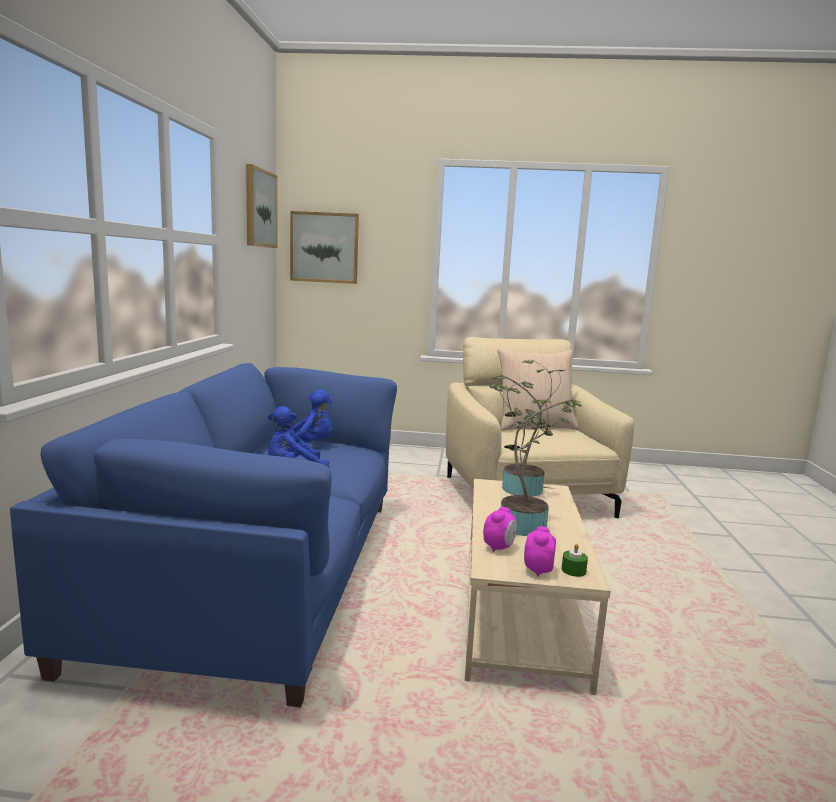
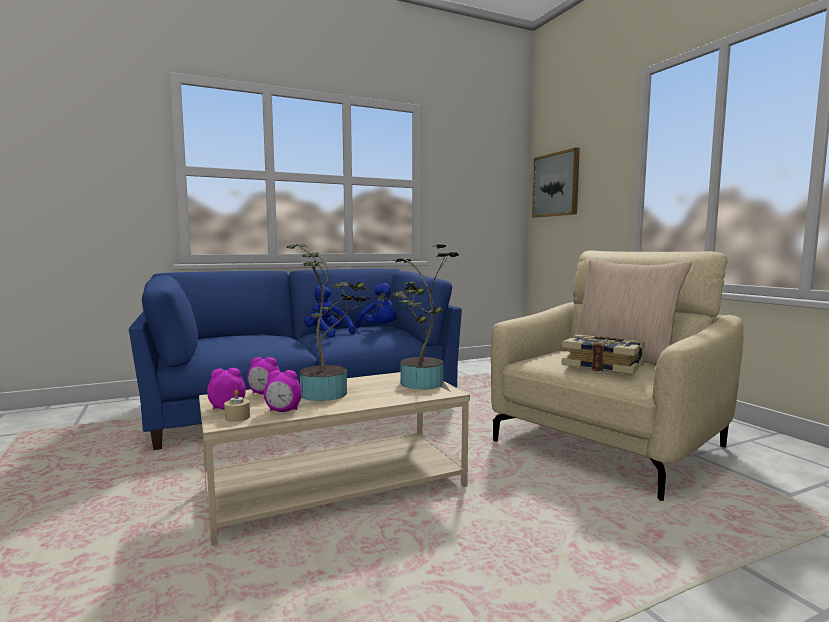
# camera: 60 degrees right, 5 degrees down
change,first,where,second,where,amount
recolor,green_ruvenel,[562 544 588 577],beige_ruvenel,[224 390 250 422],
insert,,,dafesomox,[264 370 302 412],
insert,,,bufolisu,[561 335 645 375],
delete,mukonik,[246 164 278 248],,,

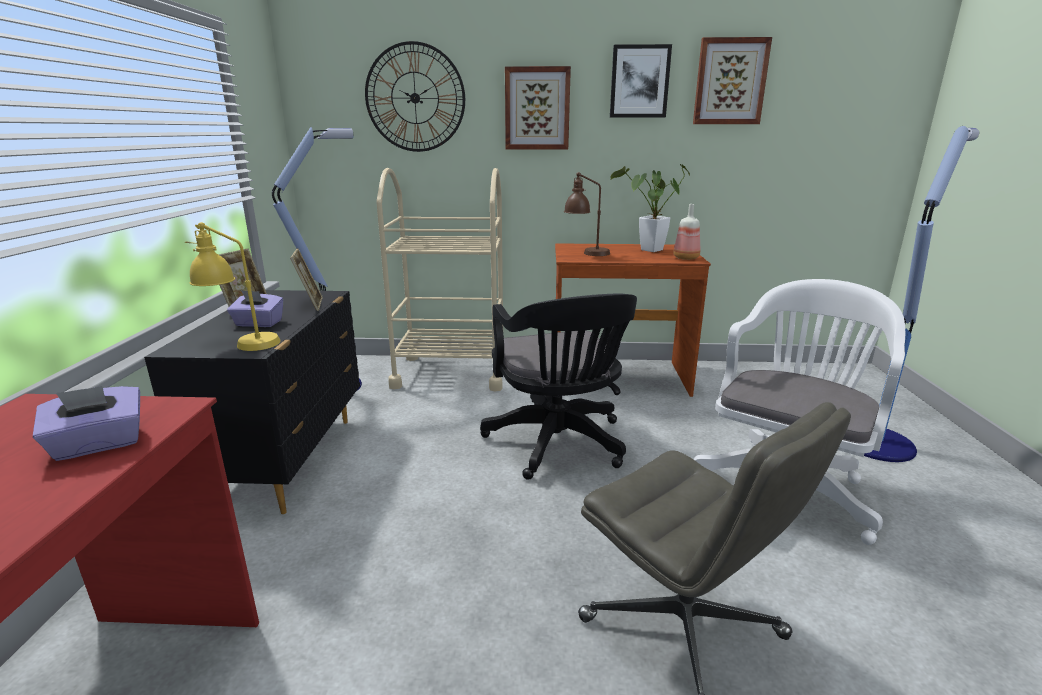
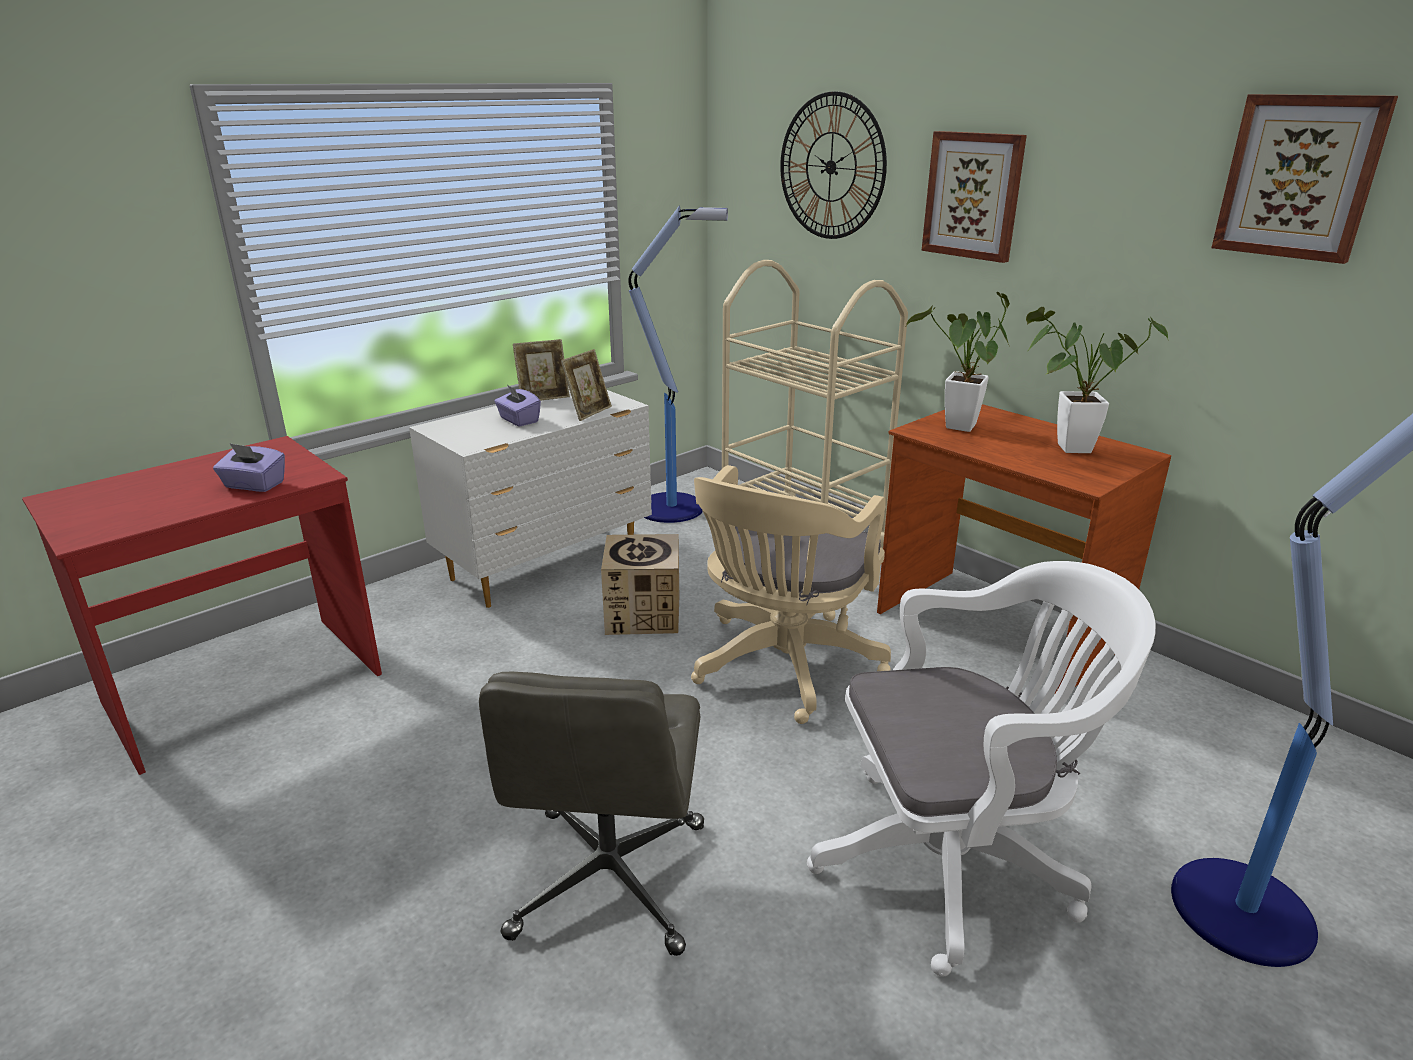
# camera: 45 degrees right, 5 degrees up
change,first,where,second,where,amount
recolor,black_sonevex,[144 290 360 514],white_sonevex,[409 390 652 608],
insert,,,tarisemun,[601 534 679 635],
recolor,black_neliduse,[480 294 637 480],beige_neliduse,[691 465 891 724],
replace,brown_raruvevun,[564 172 610 256],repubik,[906 292 1010 432],
delete,yellow_raruvevun,[185 222 281 351],,,
delete,mukonik,[610 44 672 118],,,
delete,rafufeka,[673 204 700 260],,,

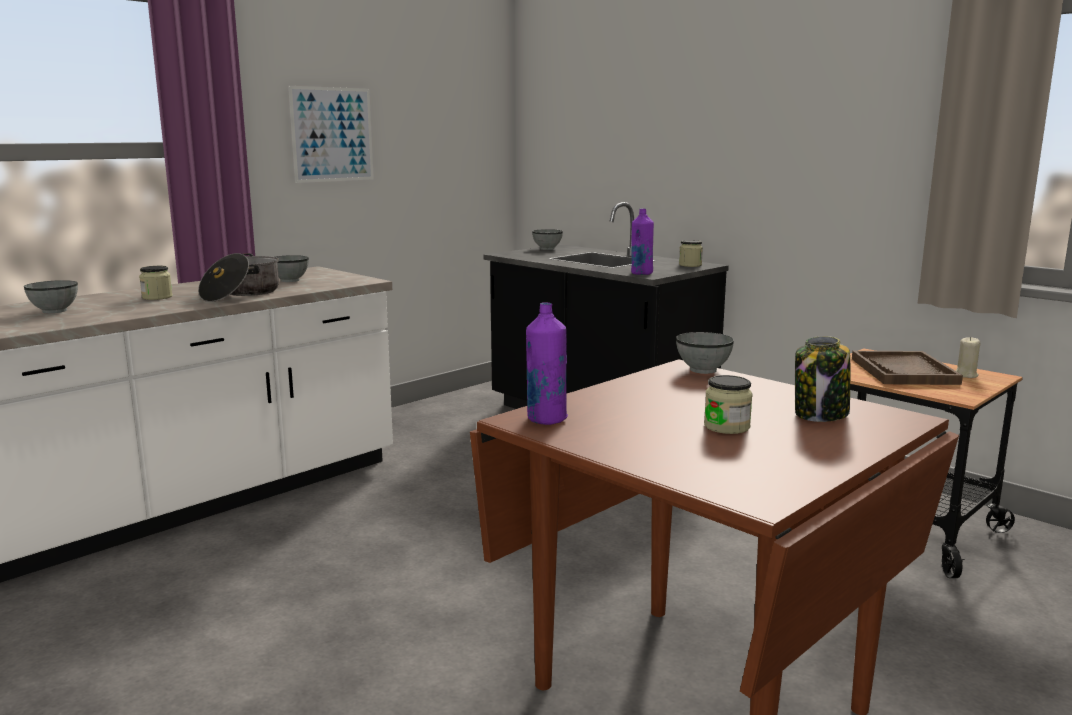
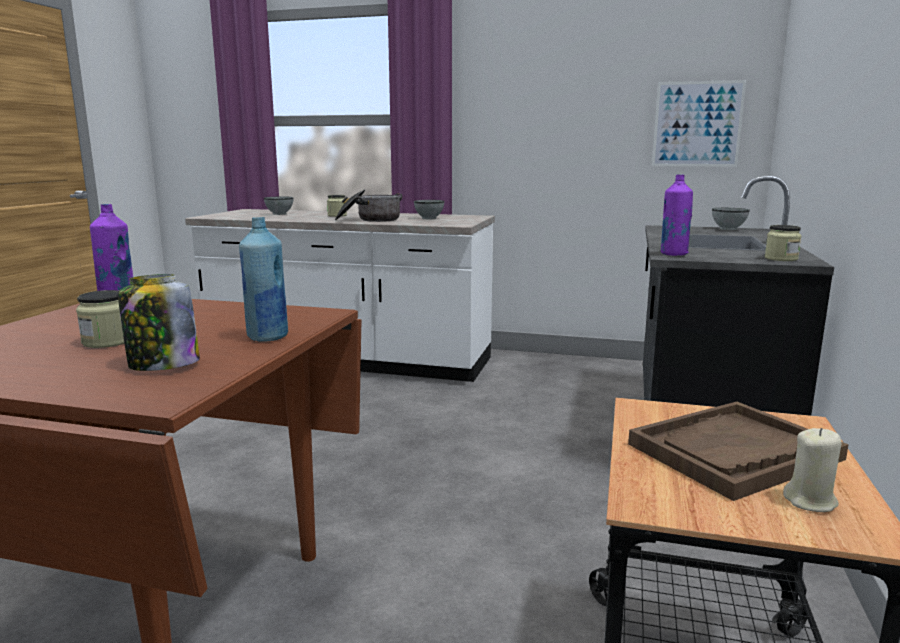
# camera: 60 degrees right, 0 degrees up
change,first,where,second,where,amount
insert,,,blue_rafufeka,[239 217 288 342],
move,mukonik,[288 86 374 183],,[652 80 746 167],
delete,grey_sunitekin,[676 332 734 374],,,

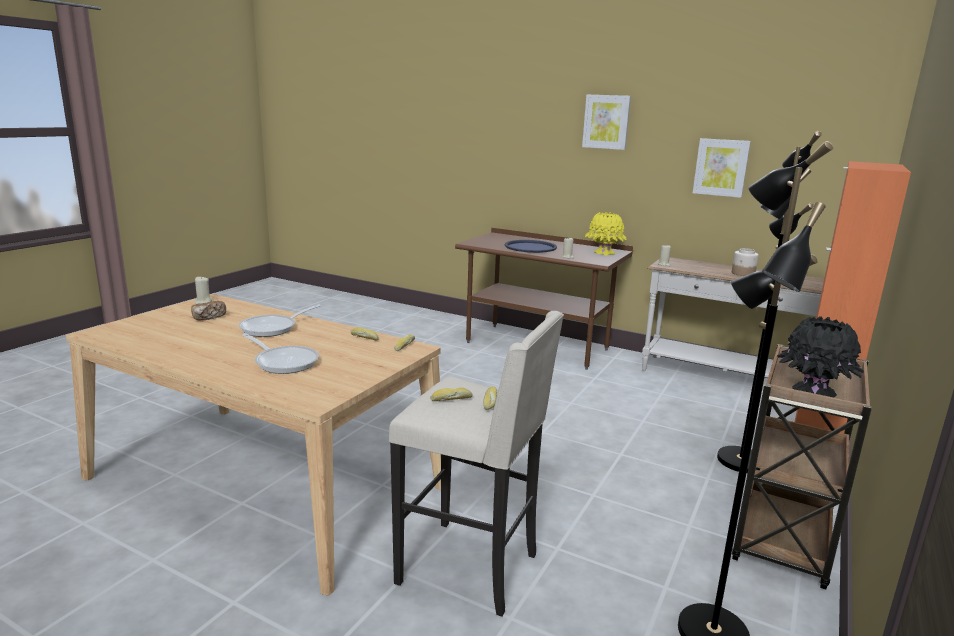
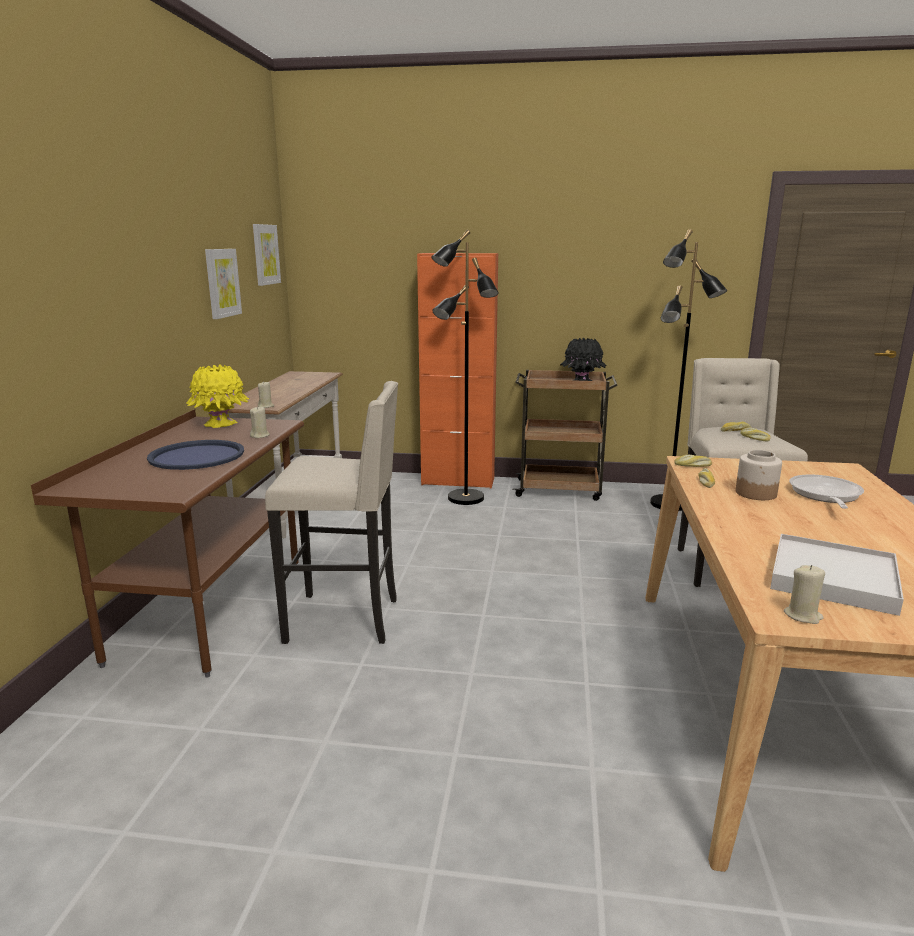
# camera: 110 degrees left, 0 degrees up
change,first,where,second,where,amount
move,mukonik,[582 95 631 150],,[253 224 281 286],
insert,,,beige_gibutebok,[265 381 398 644],
move,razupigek,[732 248 759 276],,[736 450 782 500],
replace,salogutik,[191 301 226 321],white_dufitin,[770 534 904 616],
delete,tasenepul,[239 304 321 337],,,

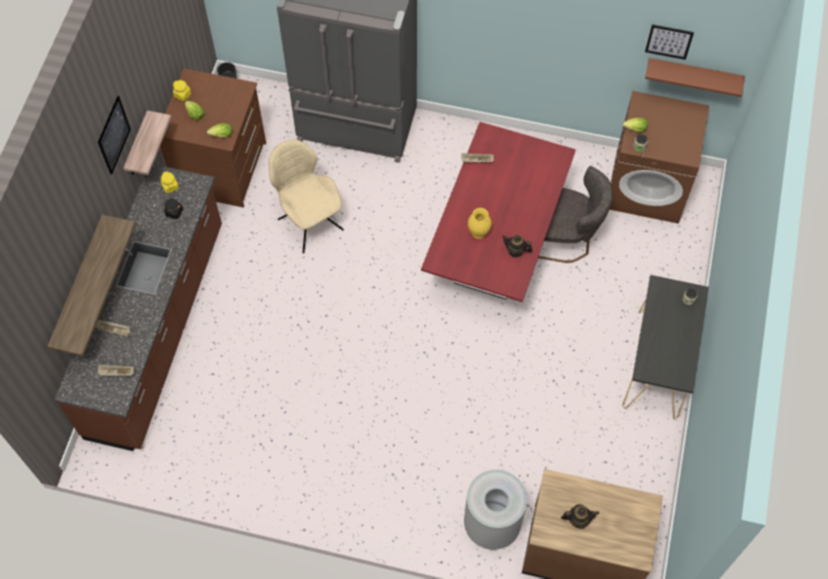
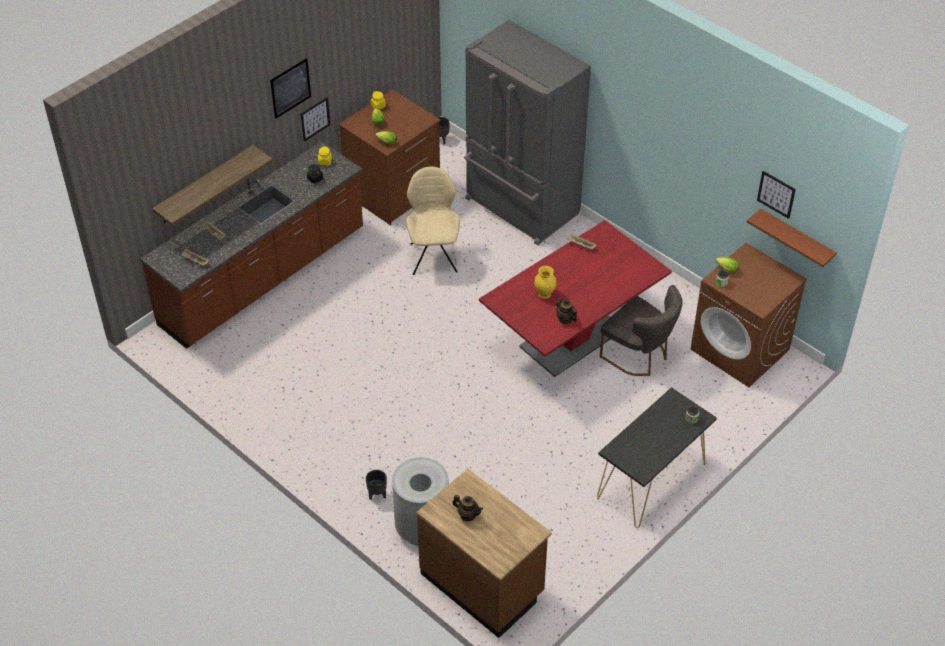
# camera: 30 degrees right, 15 degrees down
change,first,where,second,where,amount
replace,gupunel,[123 110 172 175],mukonik,[301 97 330 142],
insert,,,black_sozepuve,[366 470 387 500],

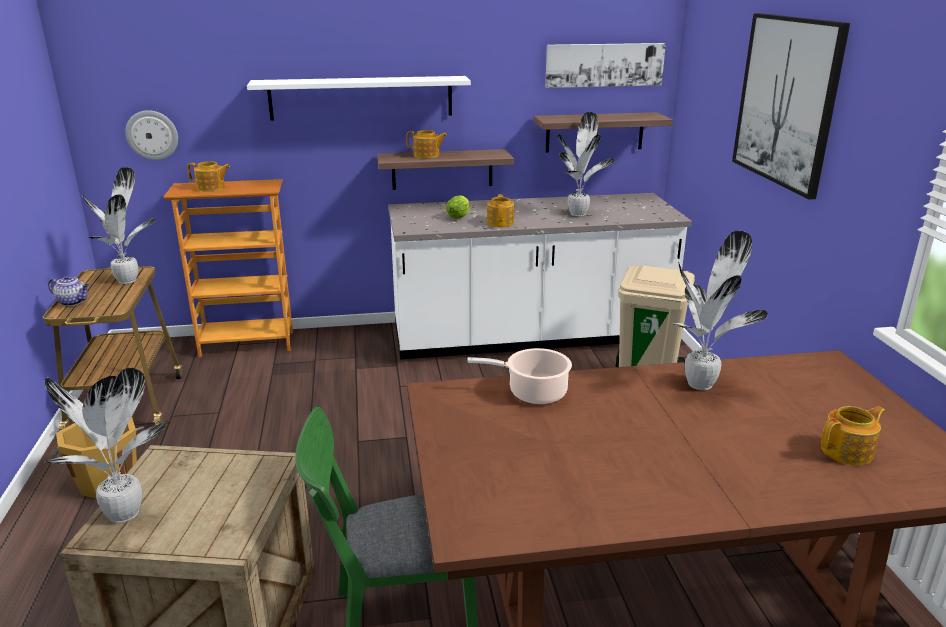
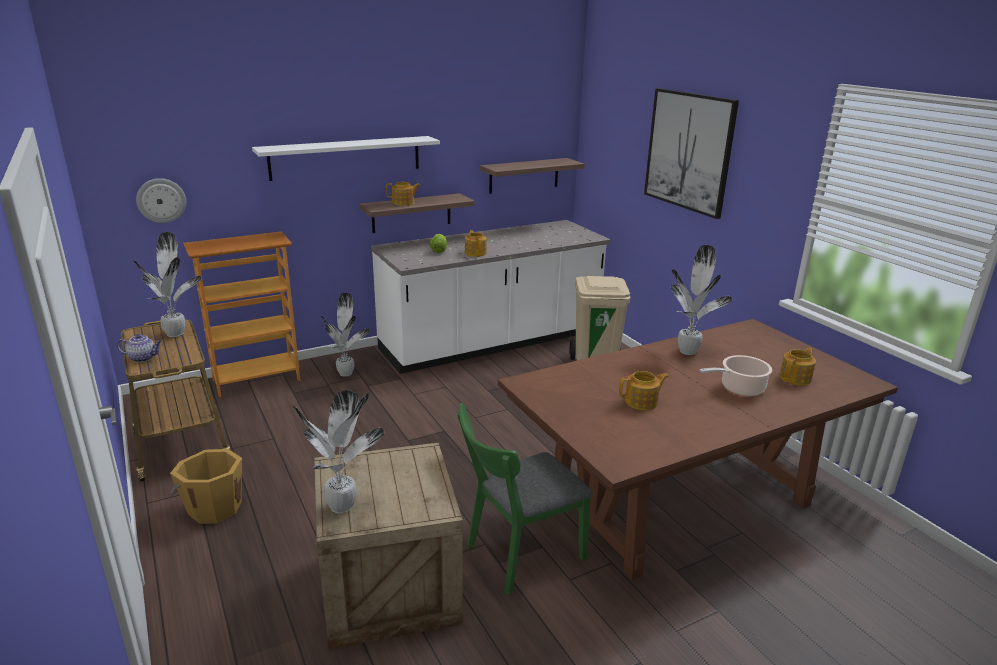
# camera: 20 degrees left, 0 degrees up
change,first,where,second,where,amount
move,repubik,[558 112 614 216],,[320 293 370 377],
move,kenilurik,[187 162 230 192],,[619 371 669 410],
move,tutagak,[467 348 572 404],,[700 355 772 396],
delete,mukonik,[545 43 666 88],,,

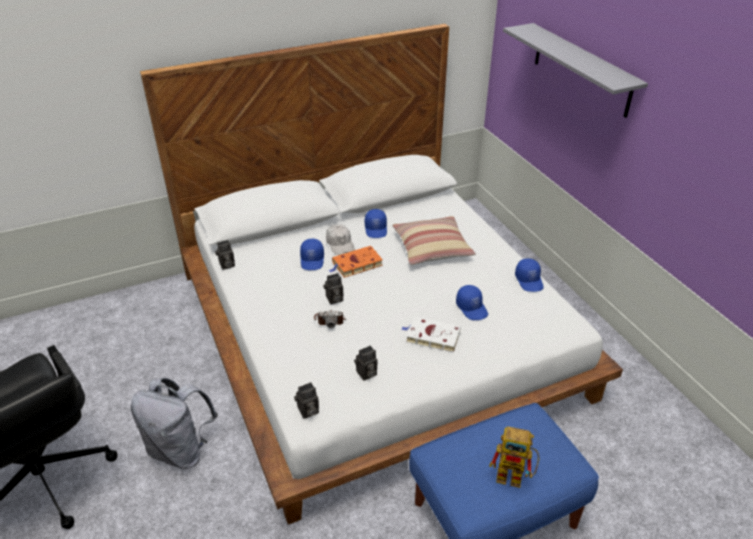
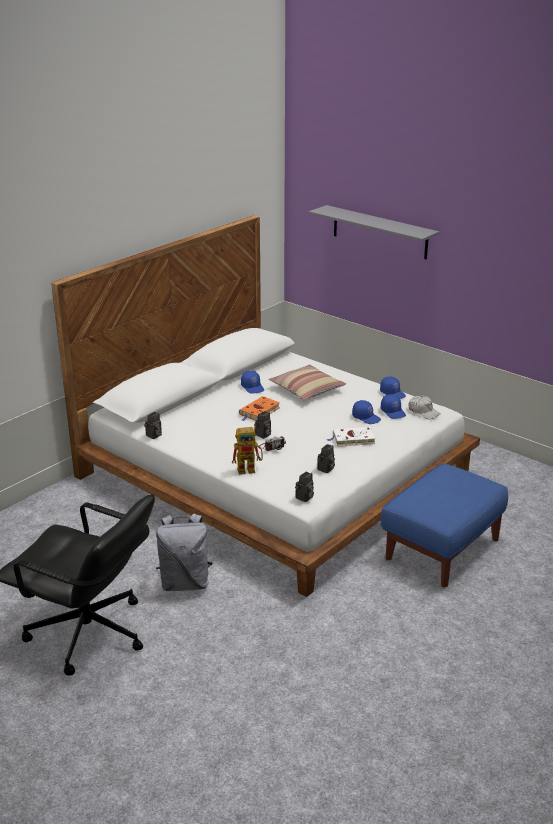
# camera: 25 degrees left, 10 degrees down
change,first,where,second,where,amount
move,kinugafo,[489 427 539 488],,[232 427 263 475],
move,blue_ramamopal,[300 239 324 270],,[381 394 406 419],
move,white_ramamopal,[326 224 355 255],,[409 396 440 420],

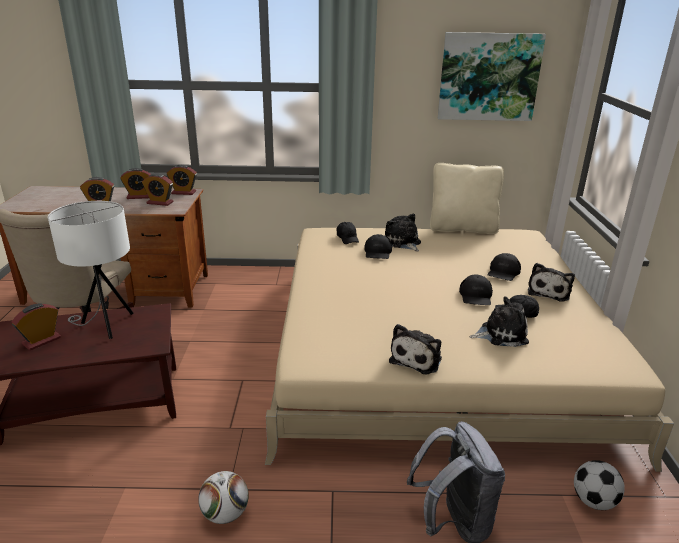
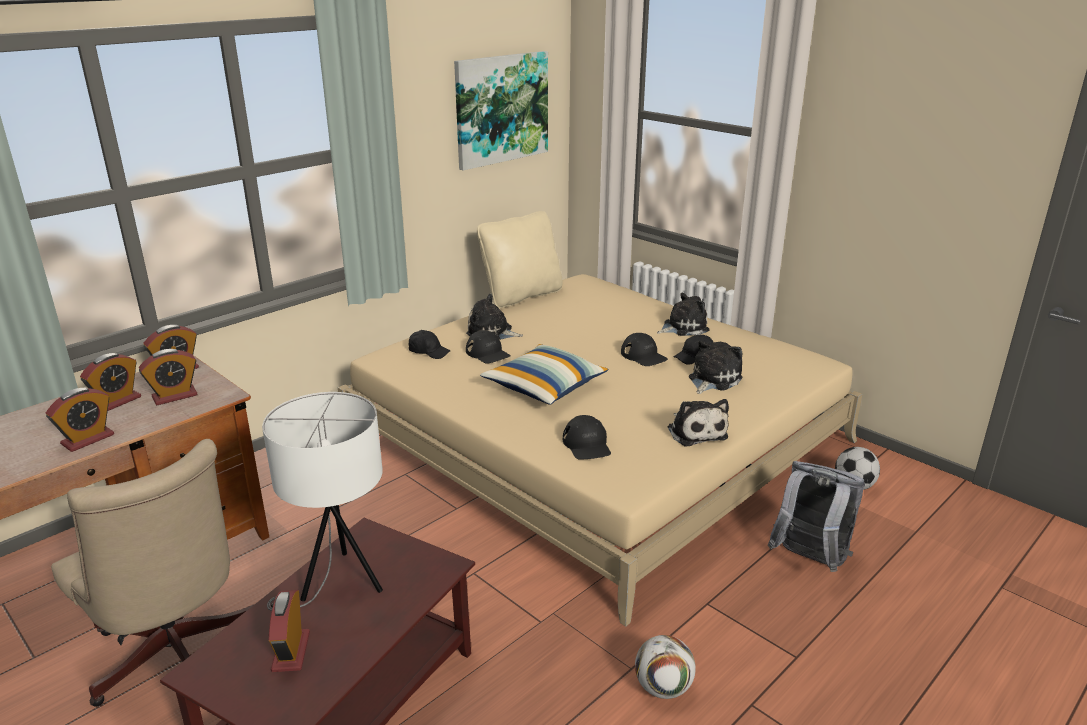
# camera: 45 degrees left, 0 degrees up
change,first,where,second,where,amount
insert,,,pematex,[480 344 608 405],
move,black_ramamopal,[487 253 521 281],,[563 415 611 460],
rotate,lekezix,[528 263 575 302],,[657 293 710 336],90 degrees counterclockwise

